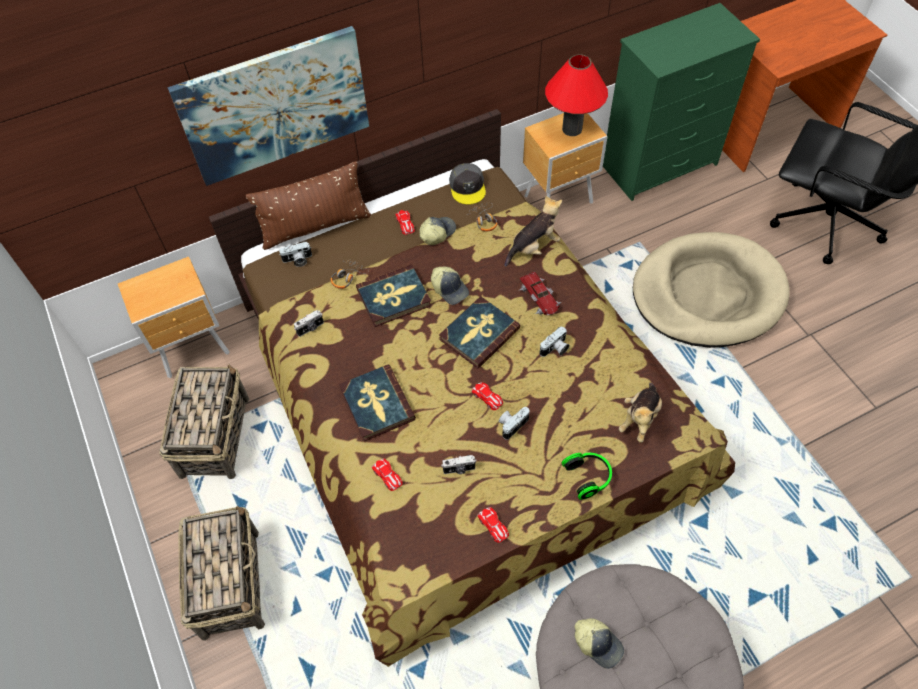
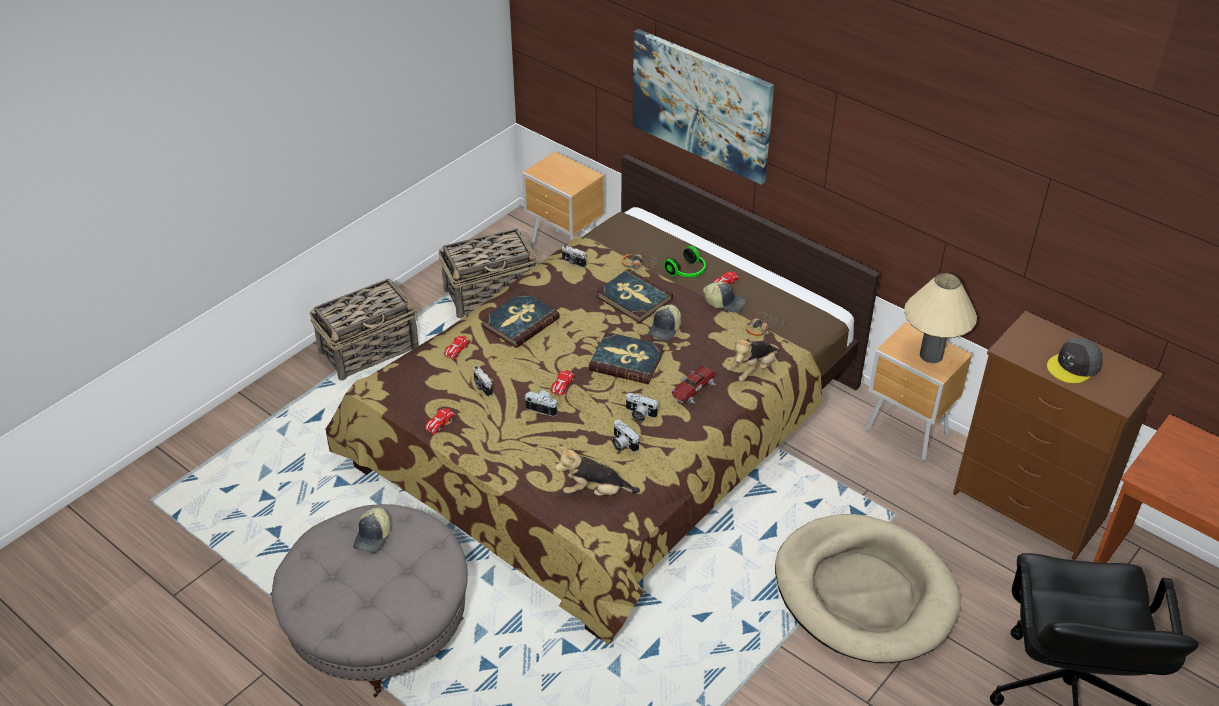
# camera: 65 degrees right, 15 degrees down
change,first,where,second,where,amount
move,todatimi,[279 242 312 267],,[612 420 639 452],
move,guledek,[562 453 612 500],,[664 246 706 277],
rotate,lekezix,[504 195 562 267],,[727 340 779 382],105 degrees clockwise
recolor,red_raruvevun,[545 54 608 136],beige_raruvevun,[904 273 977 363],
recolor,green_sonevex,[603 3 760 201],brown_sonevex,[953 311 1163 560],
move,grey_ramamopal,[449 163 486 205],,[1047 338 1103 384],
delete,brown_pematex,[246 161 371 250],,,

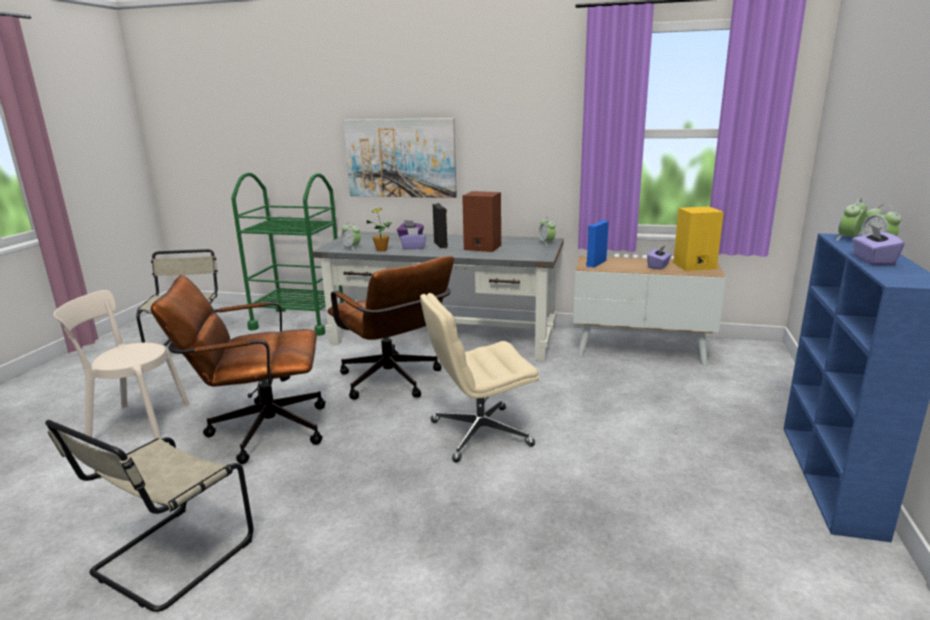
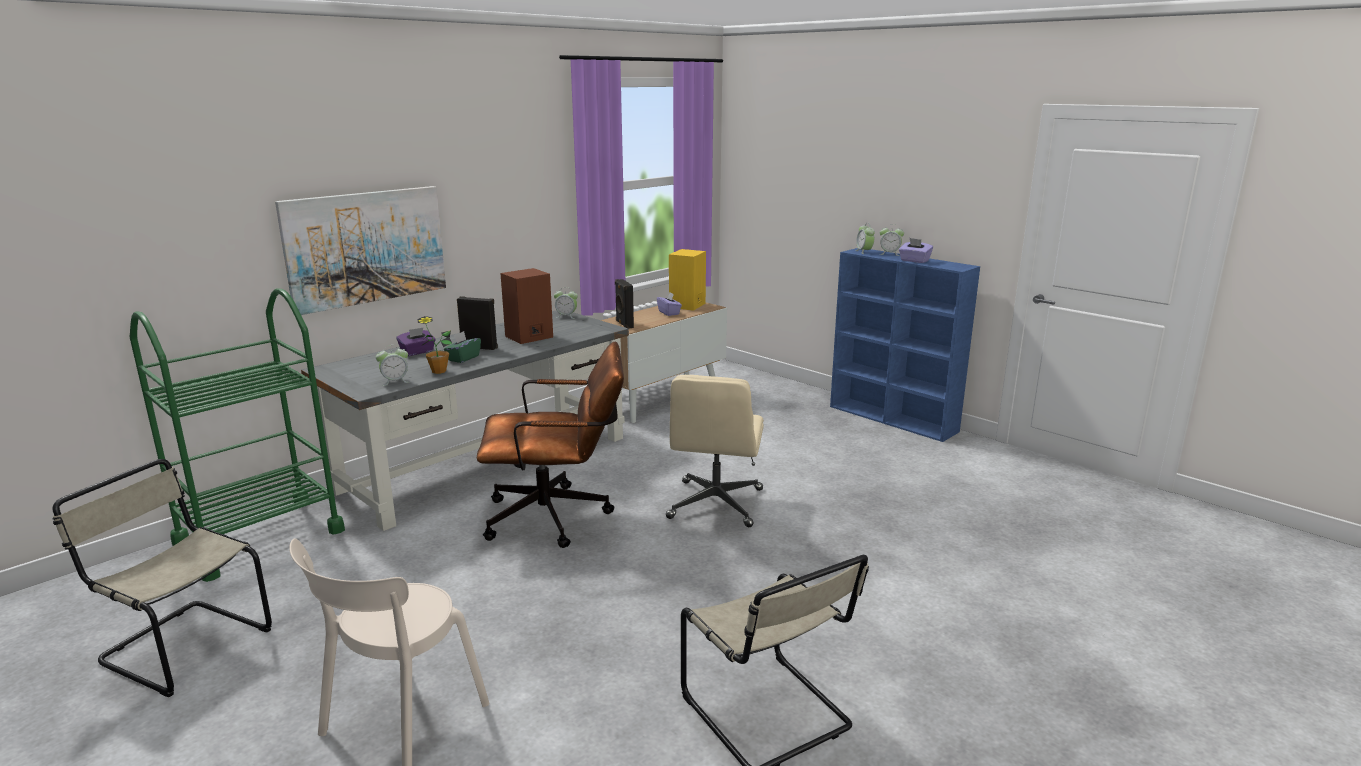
# camera: 60 degrees left, 0 degrees up
change,first,where,second,where,amount
recolor,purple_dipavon,[400 228 426 250],green_dipavon,[444 331 481 363],
recolor,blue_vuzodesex,[586 220 609 268],black_vuzodesex,[615 279 634 329],
delete,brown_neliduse,[151 275 325 464],,,

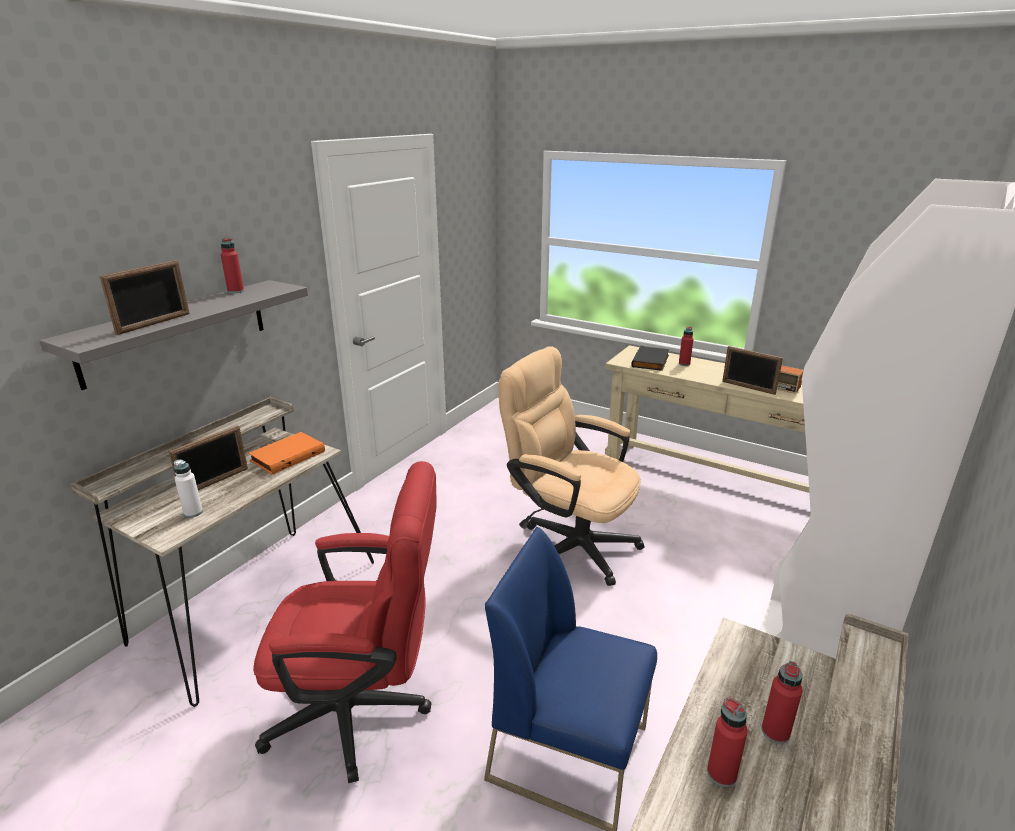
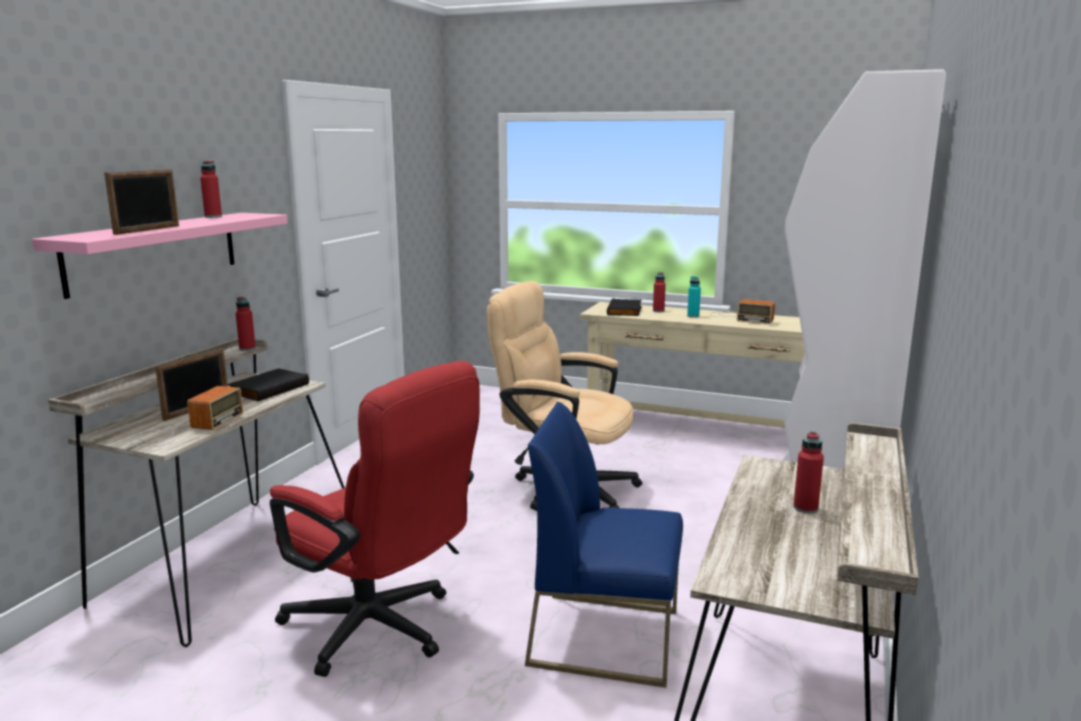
# camera: 10 degrees left, 10 degrees down
change,first,where,second,where,amount
recolor,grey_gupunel,[39 280 308 390],pink_gupunel,[32 213 288 299],
replace,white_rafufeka,[174 459 203 518],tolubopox,[130 386 243 447],
recolor,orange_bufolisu,[248 432 325 475],black_bufolisu,[227 368 309 401],
move,red_rafufeka,[707 697 748 787],,[236 297 256 351],
rotate,red_neliduse,[253 461 437 783],,[270 361 480 677],45 degrees clockwise
insert,,,turquoise_rafufeka,[687 276 701 318],
delete,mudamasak,[722 346 783 395],,,

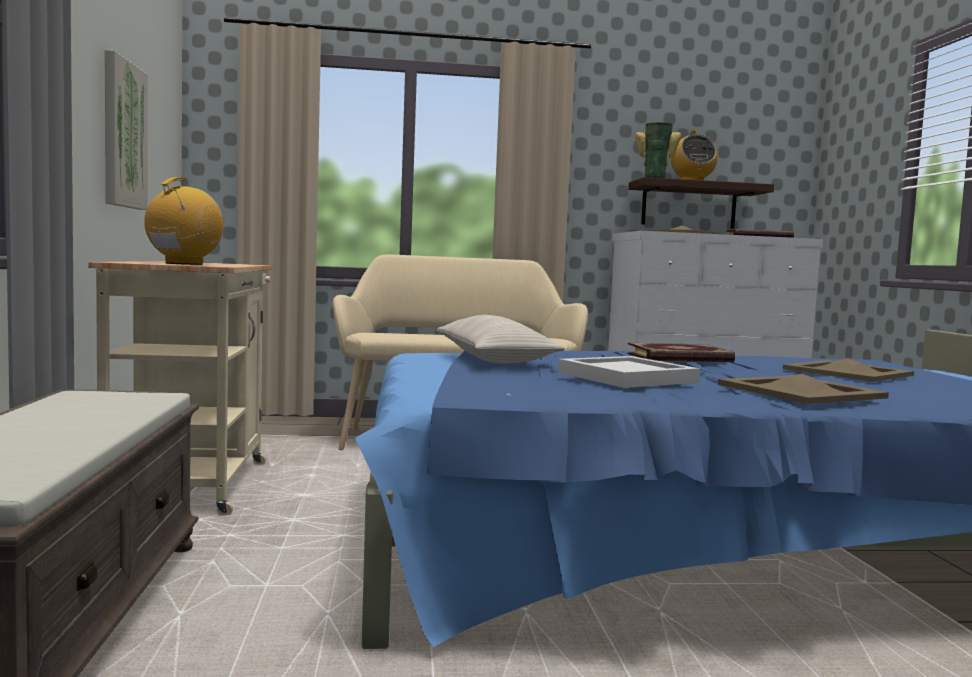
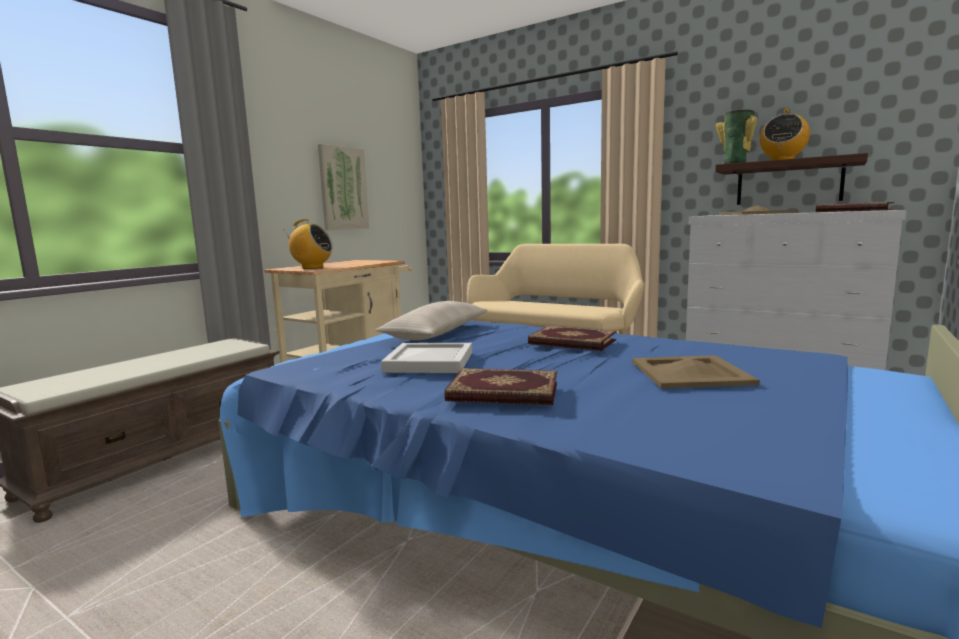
# camera: 40 degrees right, 5 degrees up
change,first,where,second,where,amount
rotate,tolubopox,[144 177 223 265],,[283 219 333 269],45 degrees clockwise
replace,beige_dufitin,[718 374 889 404],bufolisu,[445 368 557 405],

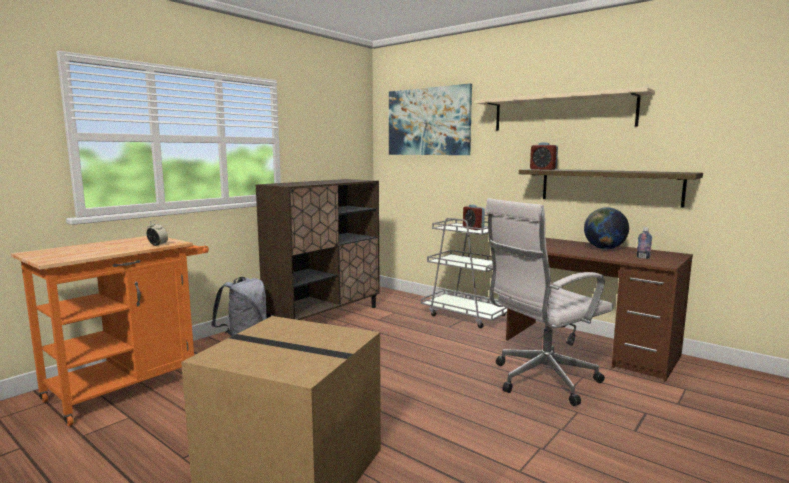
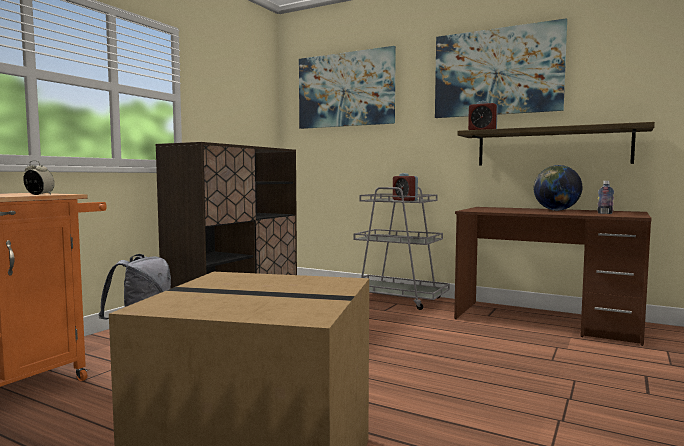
# camera: 10 degrees left, 5 degrees down
change,first,where,second,where,amount
replace,beige_gupunel,[475 87 655 131],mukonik,[435 18 567 118],
delete,white_neliduse,[485 198 614 406],,,

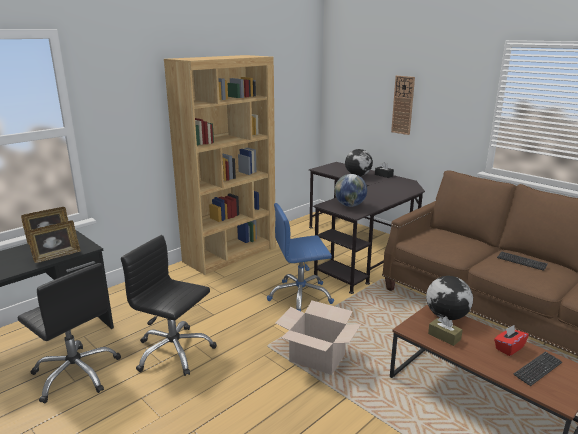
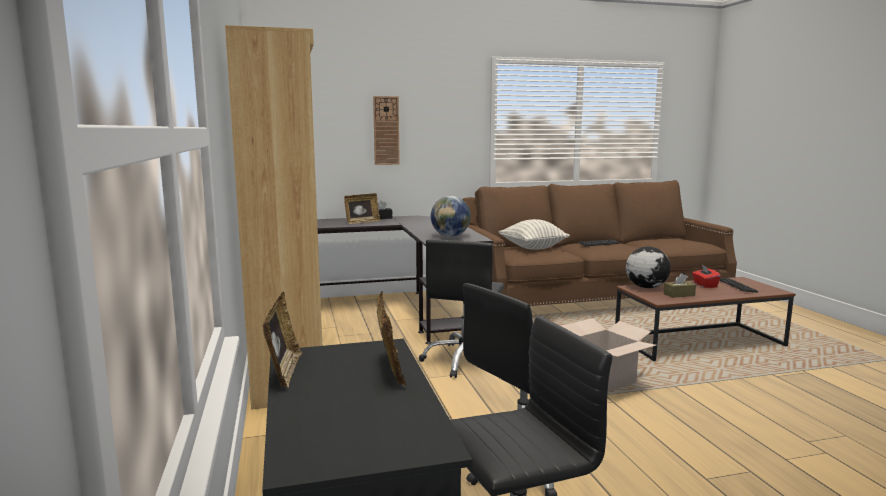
# camera: 60 degrees left, 10 degrees down
change,first,where,second,where,amount
replace,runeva,[345 149 373 176],mudamasak,[344 193 380 224],
recolor,blue_neliduse,[267 203 334 311],black_neliduse,[419 240 504 378],
insert,,,pematex,[499 219 570 250],

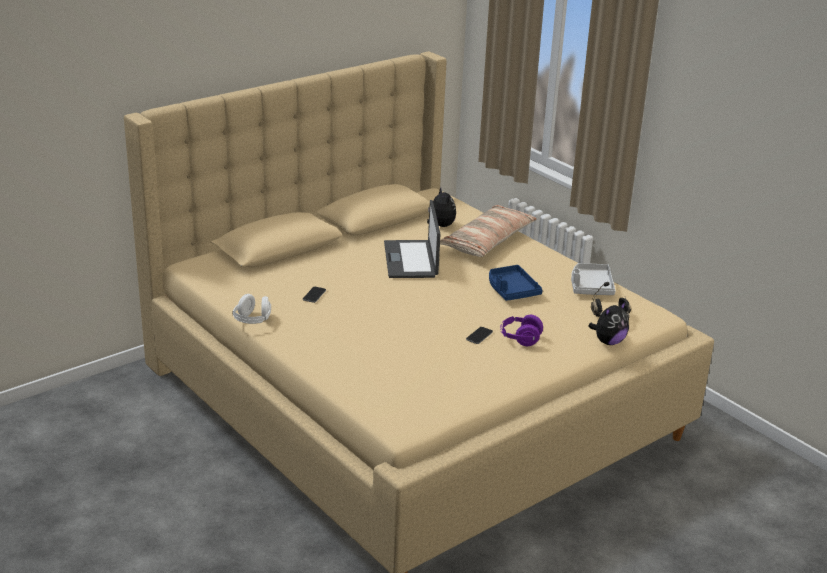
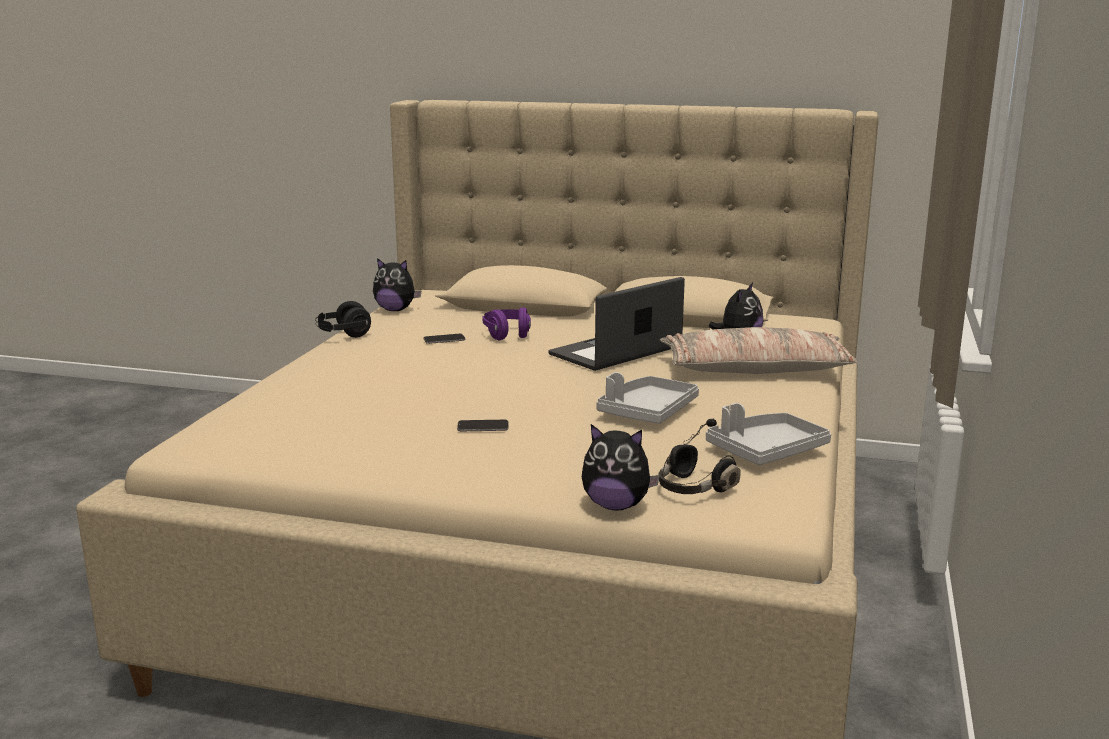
# camera: 55 degrees right, 10 degrees down
change,first,where,second,where,amount
recolor,white_guledek,[233 294 271 324],black_guledek,[315 301 371 338],
insert,,,lekezix,[373 258 422 311],
move,purple_guledek,[500 315 543 346],,[482 307 531 340],
recolor,blue_dufitin,[489 265 543 301],grey_dufitin,[596 372 699 424],

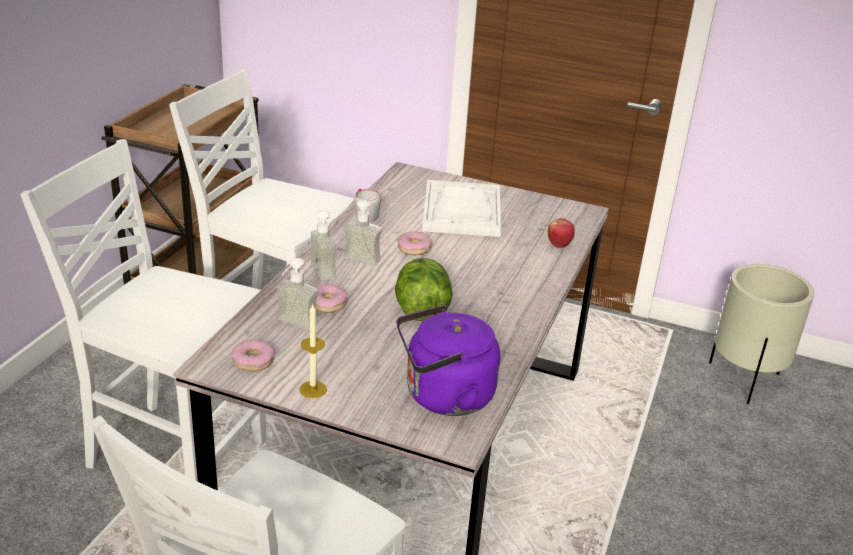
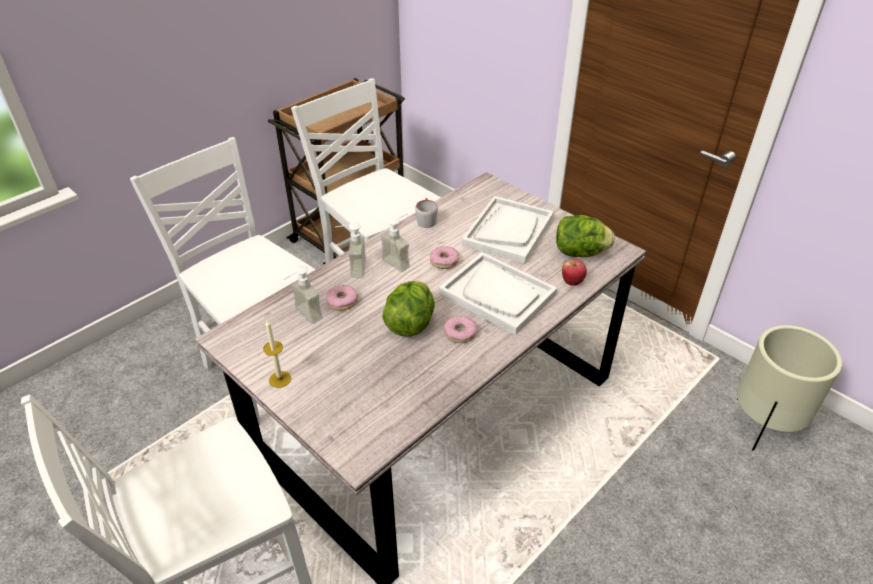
# camera: 25 degrees right, 10 degrees up
change,first,where,second,where,amount
insert,,,white_dufitin,[439 252 557 335],
move,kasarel,[231 340 275 372],,[444 316 477 343],
insert,,,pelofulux,[556 215 615 257],
delete,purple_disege,[397 305 500 416],,,

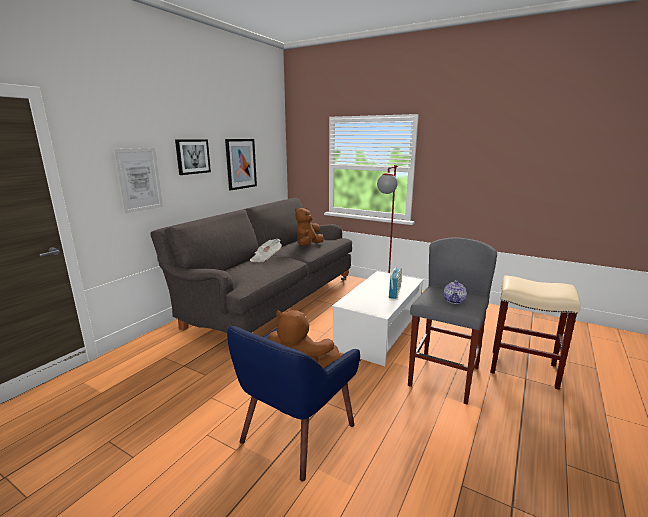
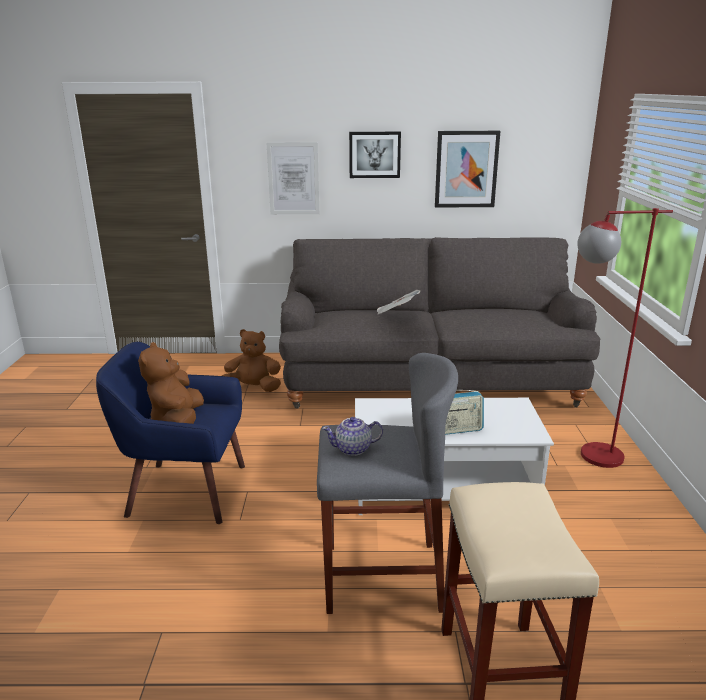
# camera: 60 degrees right, 5 degrees up
change,first,where,second,where,amount
move,brown_lekezix,[295 207 323 246],,[222 329 281 392],

